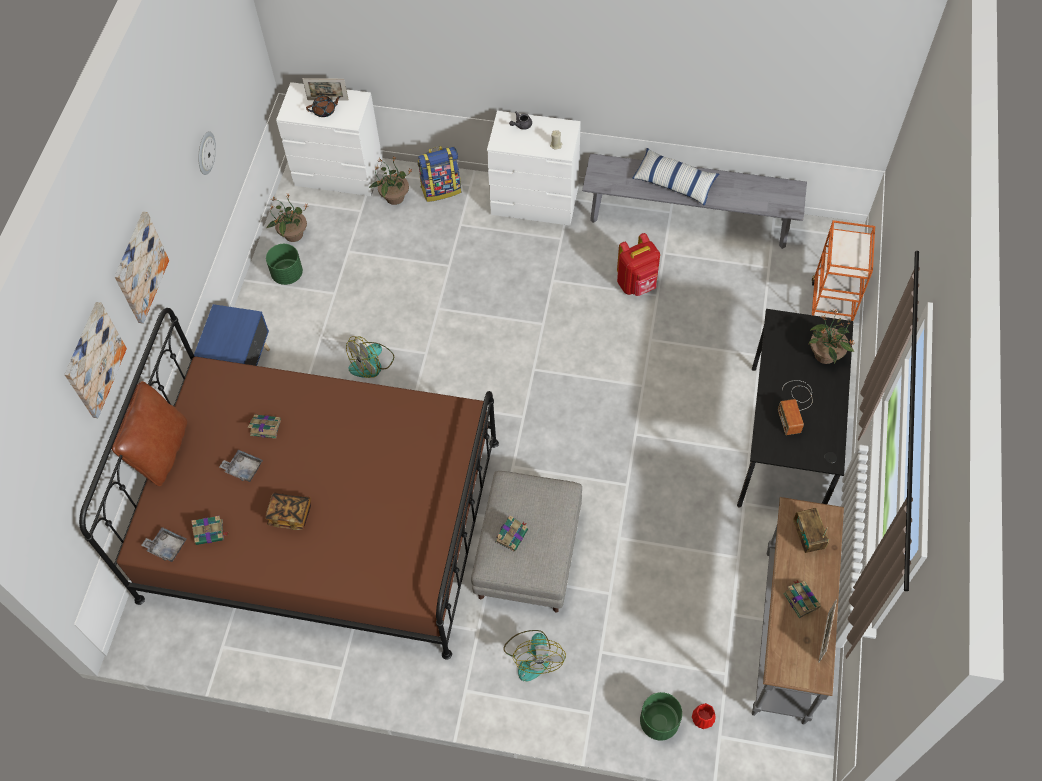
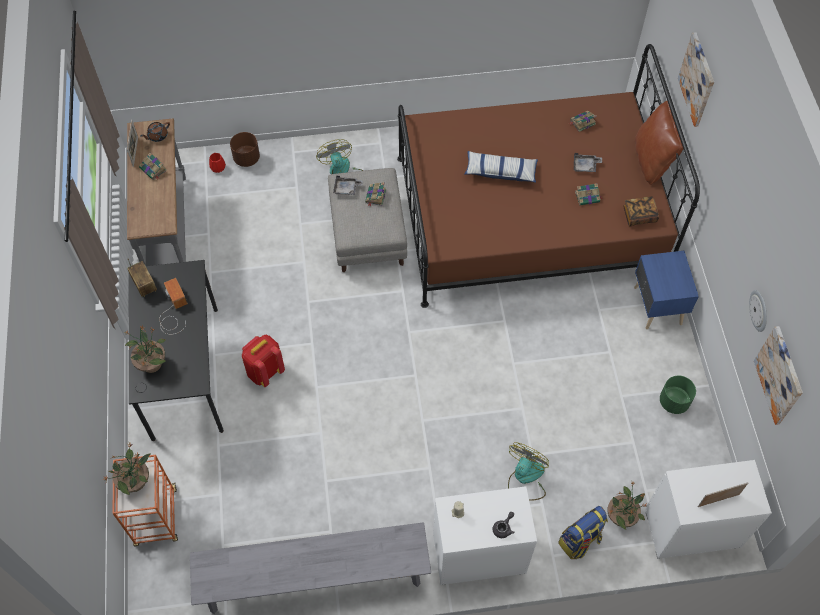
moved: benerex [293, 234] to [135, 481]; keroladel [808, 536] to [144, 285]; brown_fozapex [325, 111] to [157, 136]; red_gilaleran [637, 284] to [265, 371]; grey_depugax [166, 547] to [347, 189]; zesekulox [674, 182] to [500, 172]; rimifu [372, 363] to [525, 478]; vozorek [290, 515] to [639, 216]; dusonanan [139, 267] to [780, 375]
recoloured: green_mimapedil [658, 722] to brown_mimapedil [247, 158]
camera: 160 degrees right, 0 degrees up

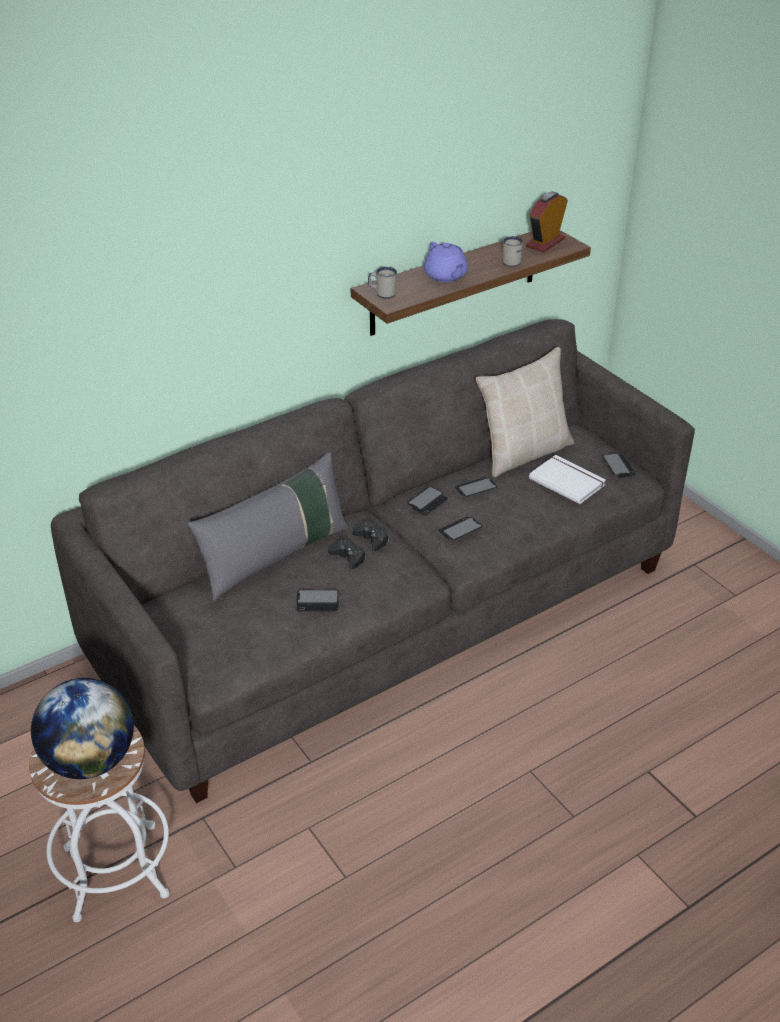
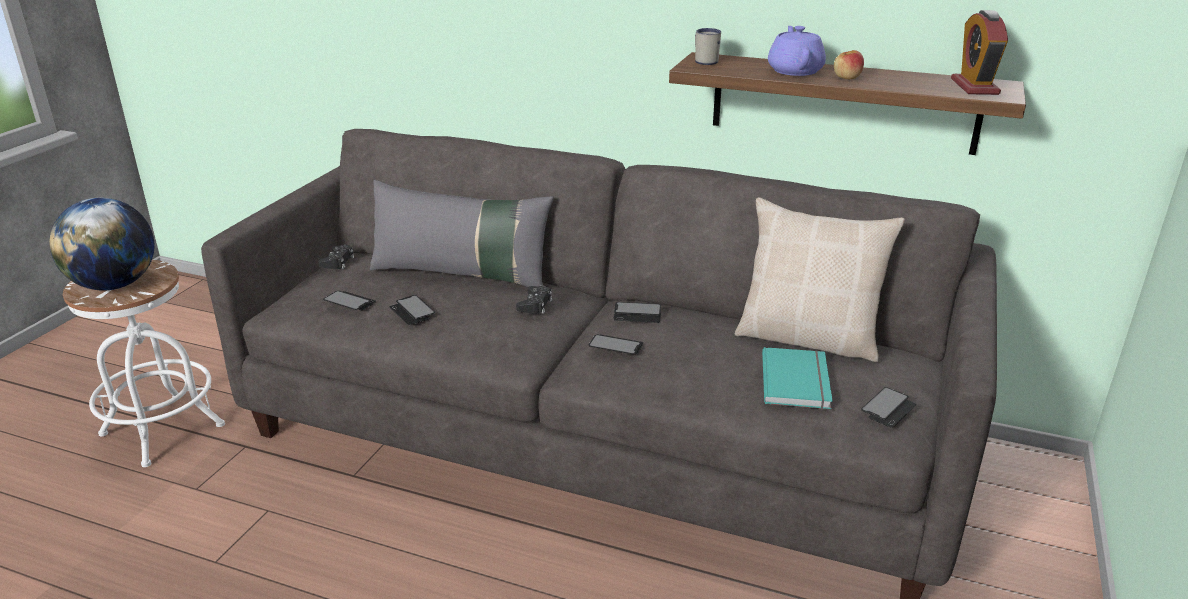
removed: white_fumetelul [511, 261]
added: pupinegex [847, 78]
moved: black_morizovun [348, 557] to [337, 261]; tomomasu [475, 488] to [349, 302]
recoloured: white_vozorek [567, 480] to turquoise_vozorek [798, 381]
turned: purple_fozapex [446, 276] = [794, 71] 150 degrees clockwise; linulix [545, 242] = [974, 86] 90 degrees counterclockwise
camera: 55 degrees right, 10 degrees down

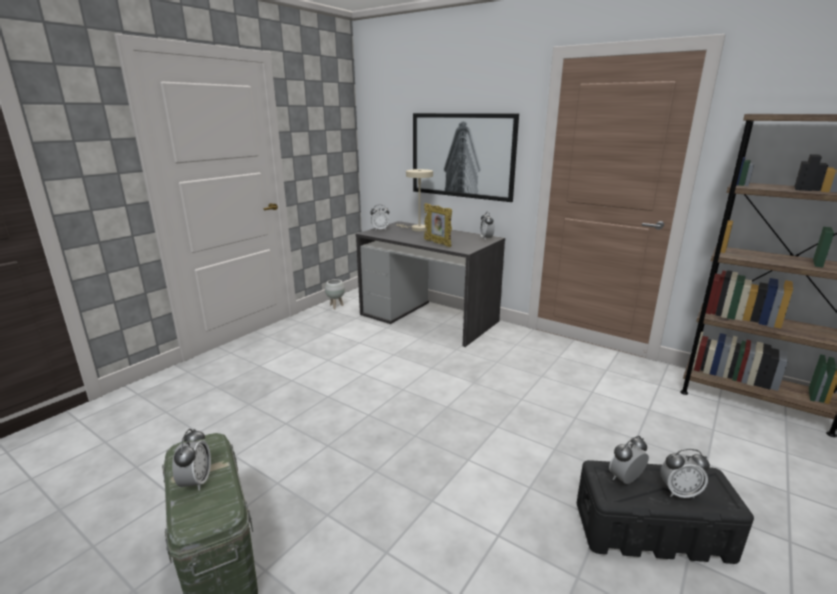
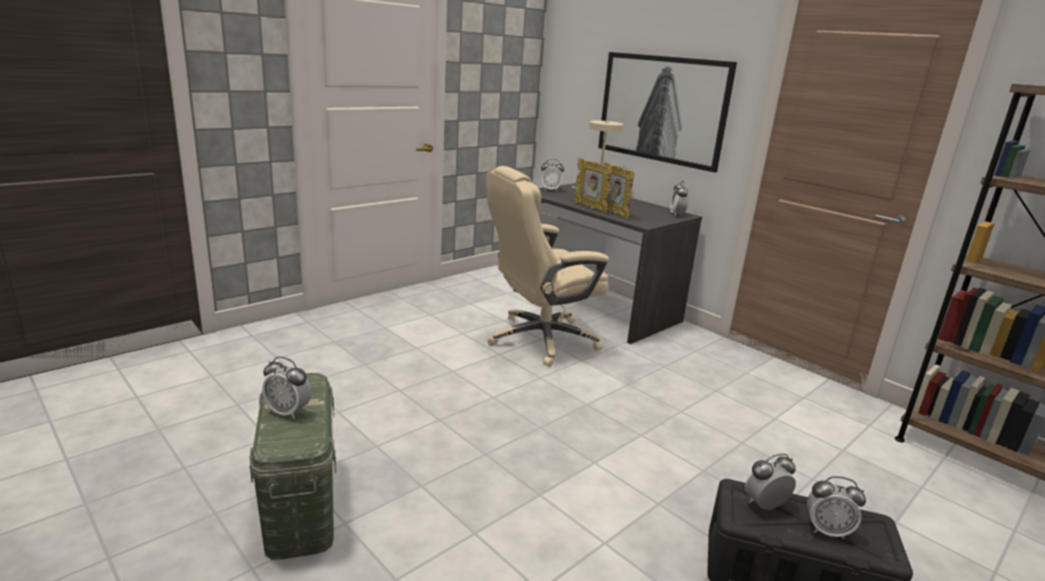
removed: white_mimapedil [336, 306]
added: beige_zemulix [540, 340]; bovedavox [590, 207]
turned: linulix [196, 482] = [288, 412] 105 degrees clockwise
camera: 10 degrees right, 0 degrees up

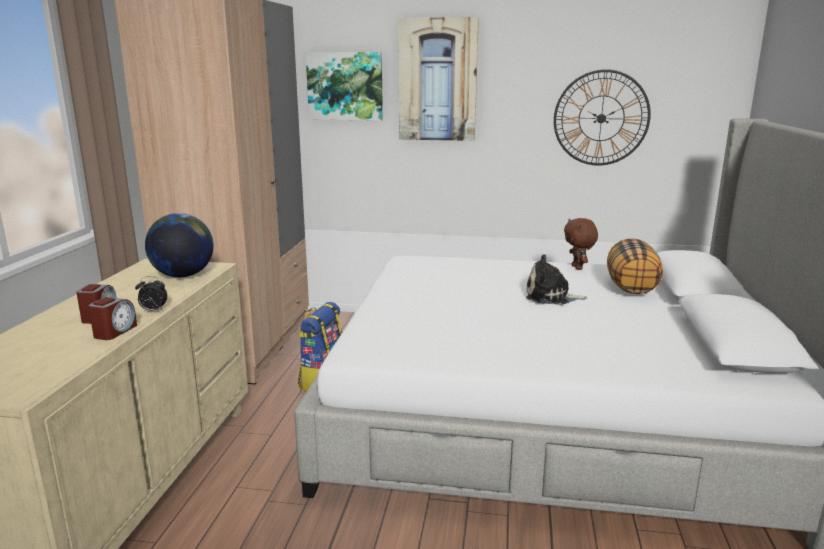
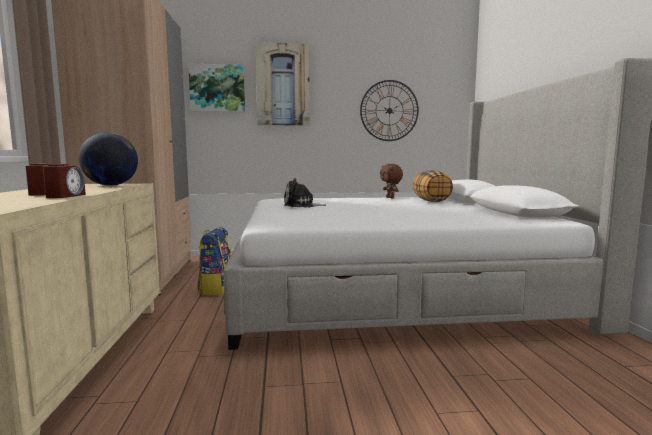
removed: linulix [153, 311]
moved: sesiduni [551, 297] to [301, 206]
camera: 15 degrees left, 10 degrees down

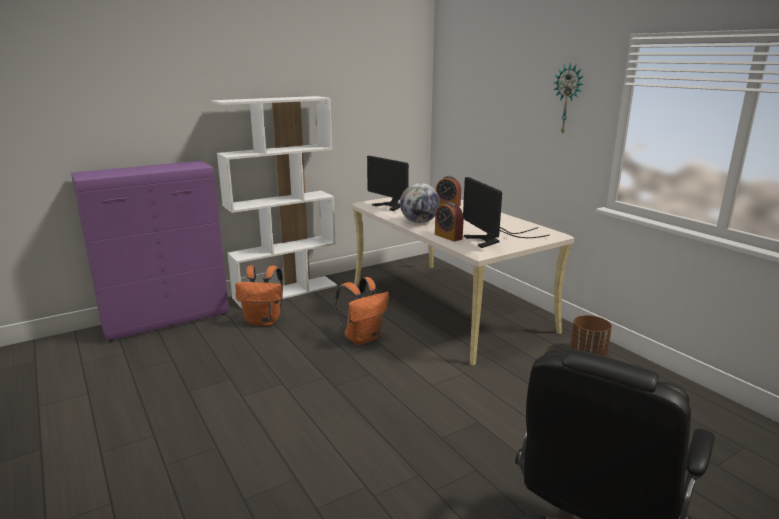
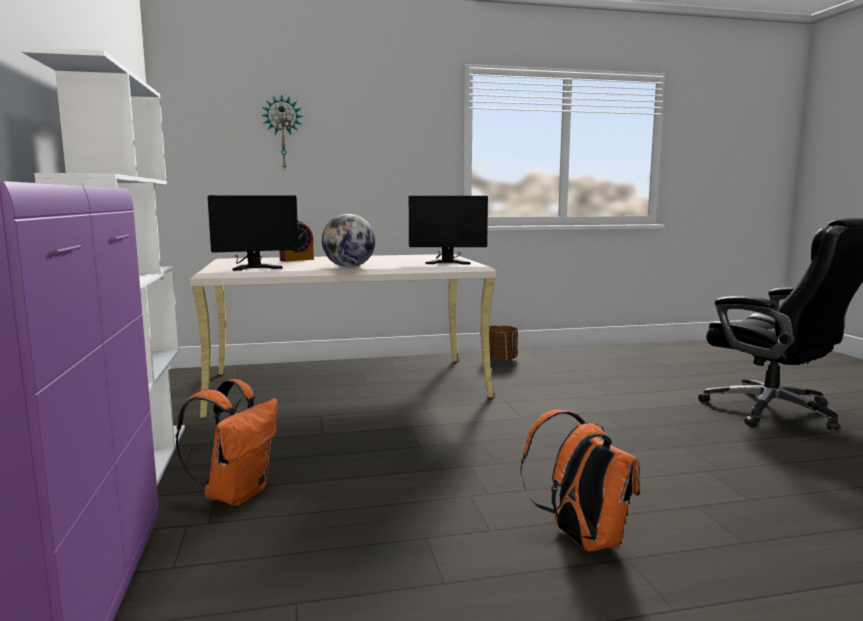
removed: linulix [448, 236]
moved: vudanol [568, 99] to [283, 133]; orange_gilaleran [362, 338] to [581, 539]
camera: 70 degrees left, 10 degrees down

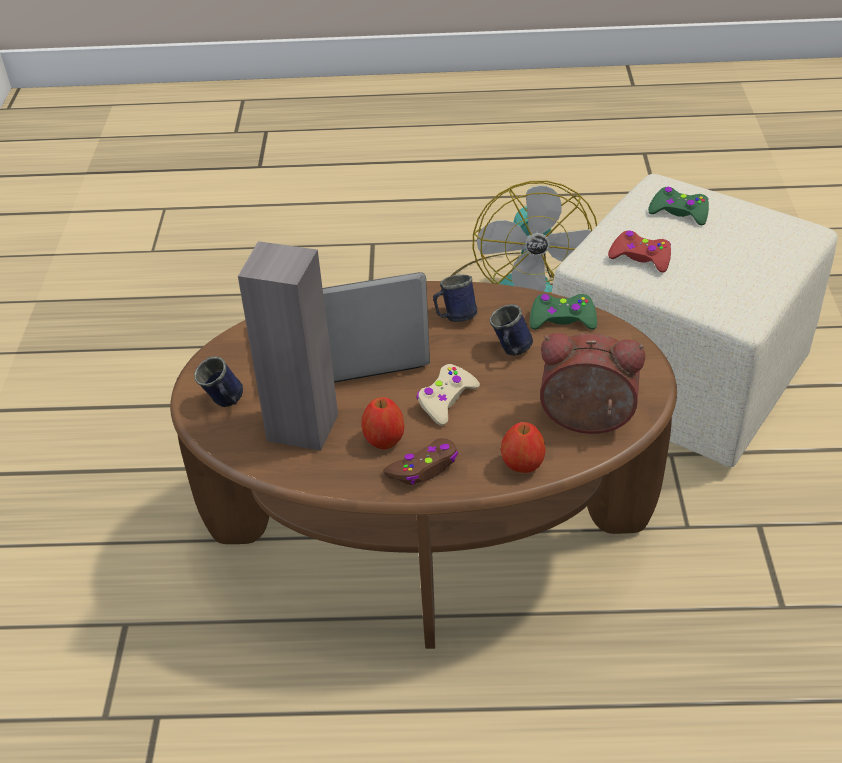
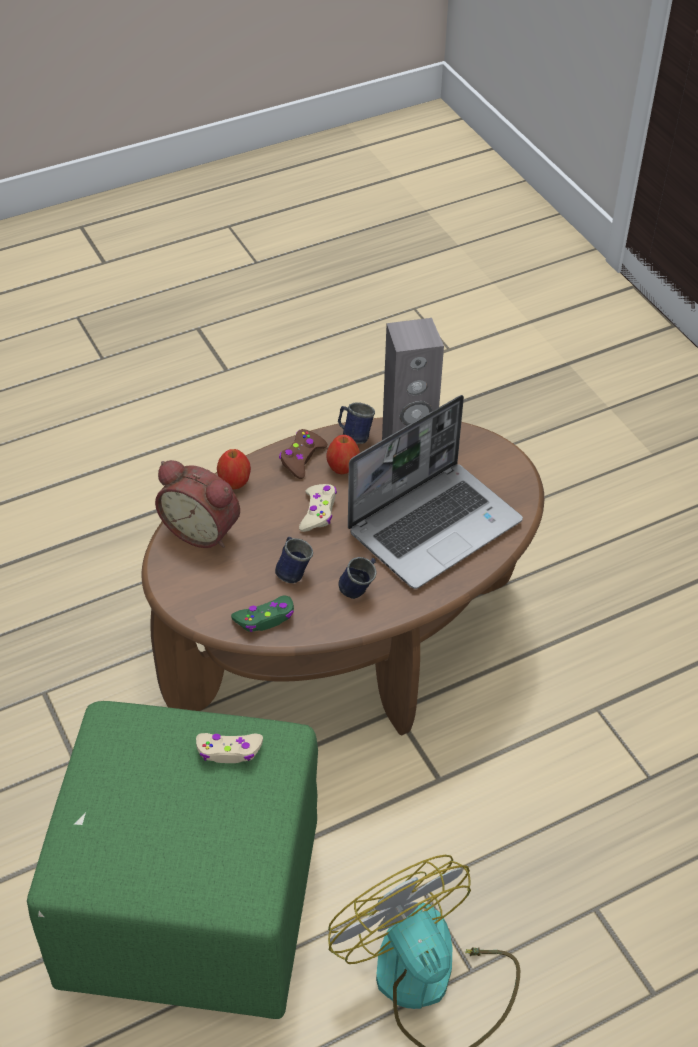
removed: green_morizovun [679, 212]
moved: blue_fumetelul [225, 403] to [354, 435]
recoloured: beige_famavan [681, 381] to green_famavan [187, 907]; red_morizovun [640, 257] to beige_morizovun [229, 751]
turned: linulix [586, 422] = [203, 529] 45 degrees clockwise
camera: 150 degrees right, 5 degrees up

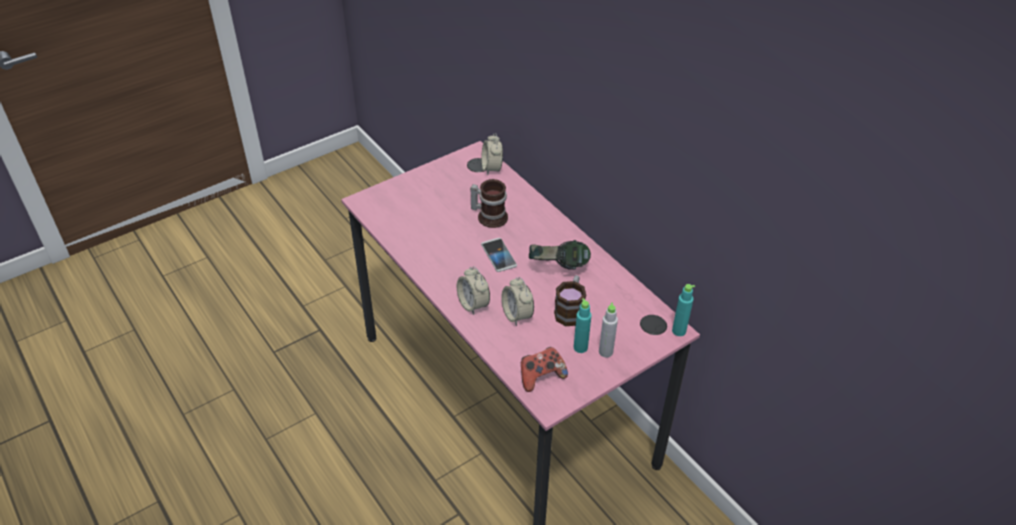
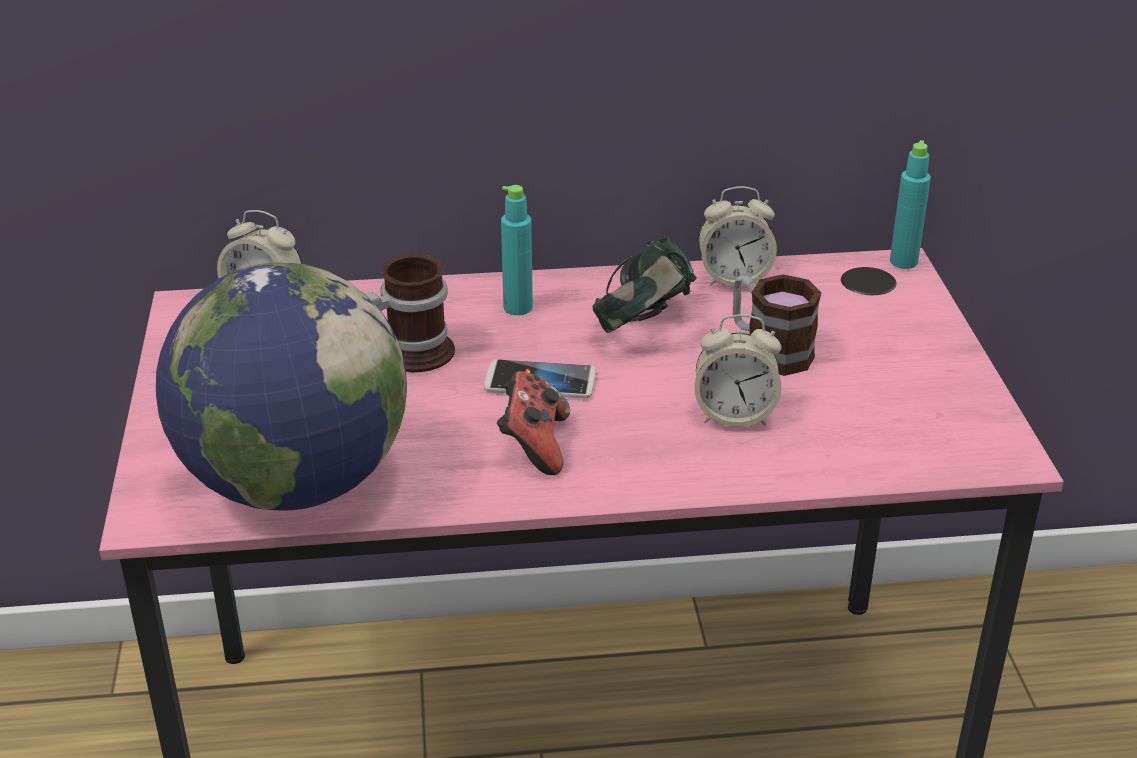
removed: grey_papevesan [605, 352]
added: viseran [294, 483]
moved: morizovun [541, 377] to [534, 445]; turquoise_papevesan [580, 347] to [518, 307]; linulix [473, 304] to [734, 278]
camera: 60 degrees left, 10 degrees down

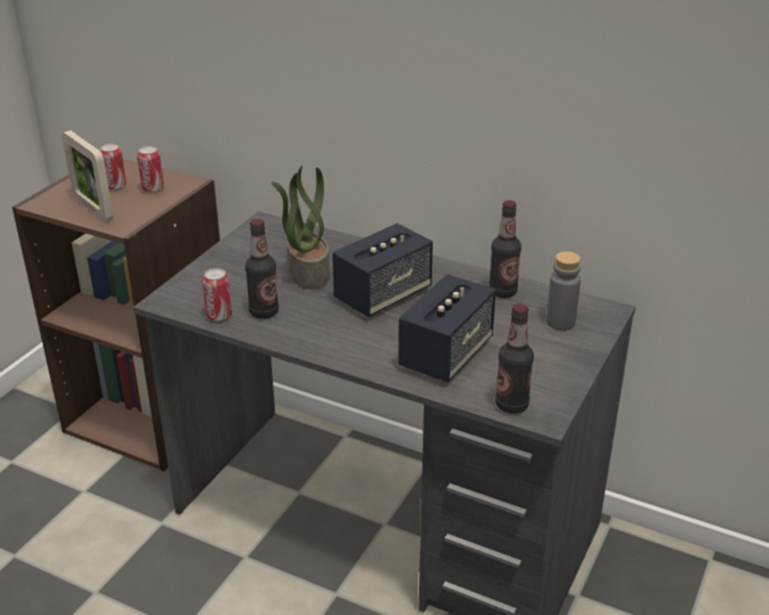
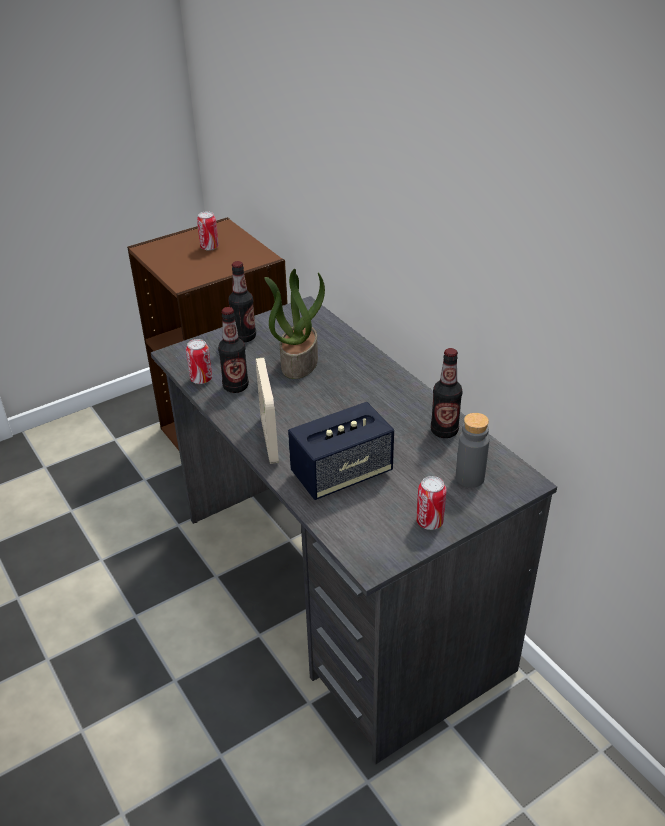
removed: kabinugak [383, 296]
moved: papevesan [511, 405] to [244, 337]; bovedavox [93, 209] to [269, 441]; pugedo [153, 188] to [429, 522]
camera: 30 degrees right, 5 degrees up

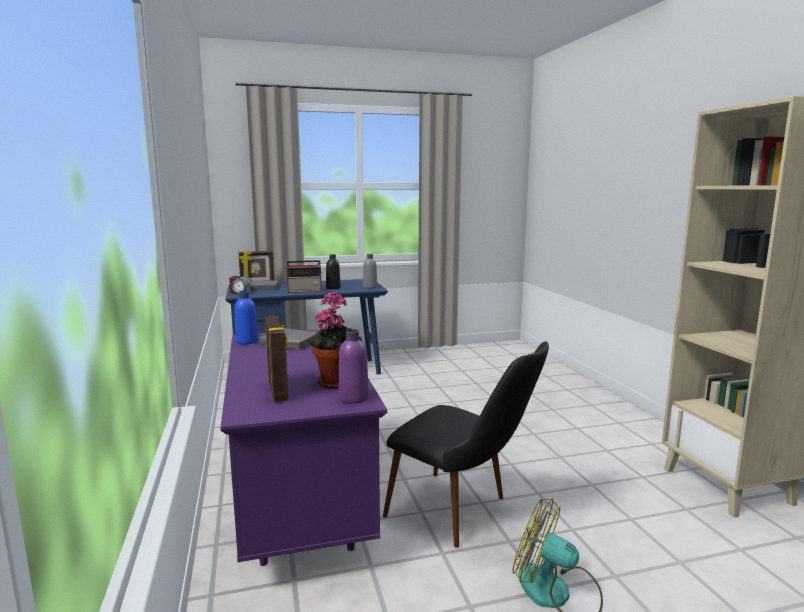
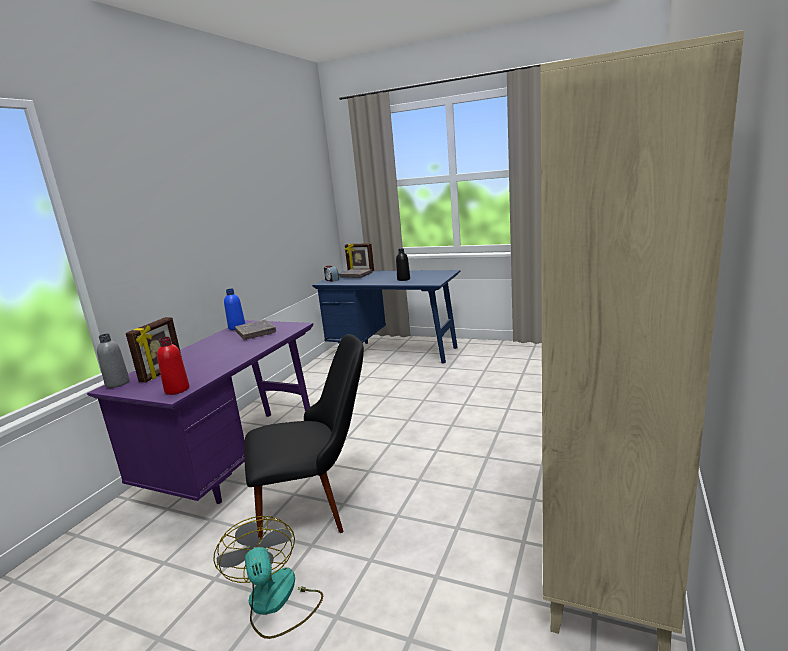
removed: keroladel [305, 291]; benerex [335, 381]
moved: grey_papevesan [370, 287] to [117, 383]
recoloured: purple_papevesan [353, 398] to red_papevesan [177, 390]
turned: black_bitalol [463, 514] = [316, 508] 90 degrees counterclockwise
camera: 40 degrees right, 5 degrees up

